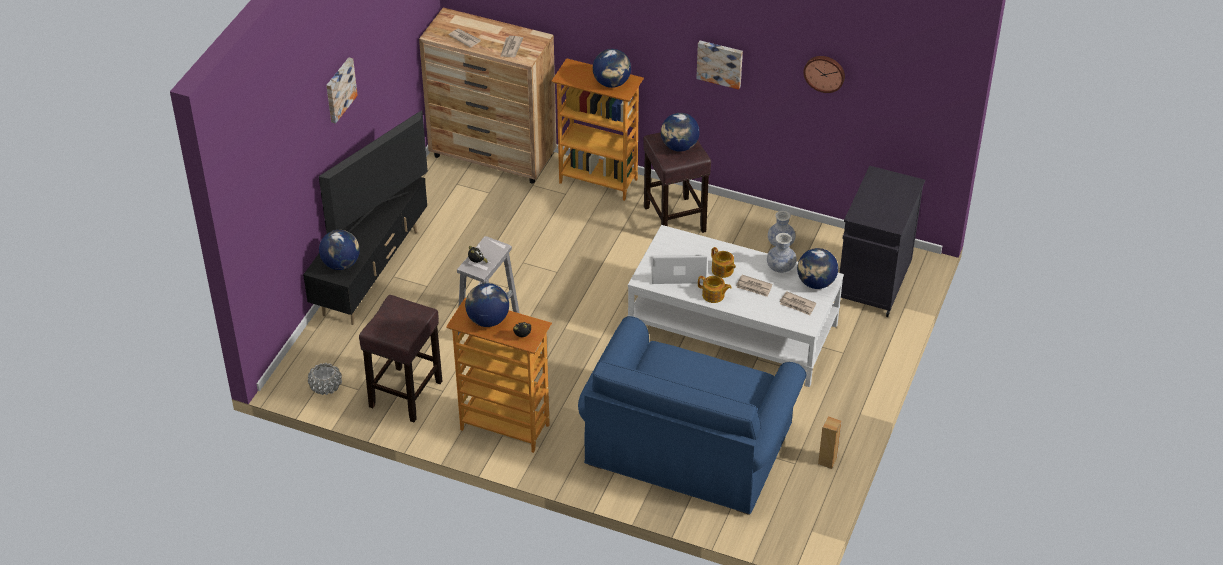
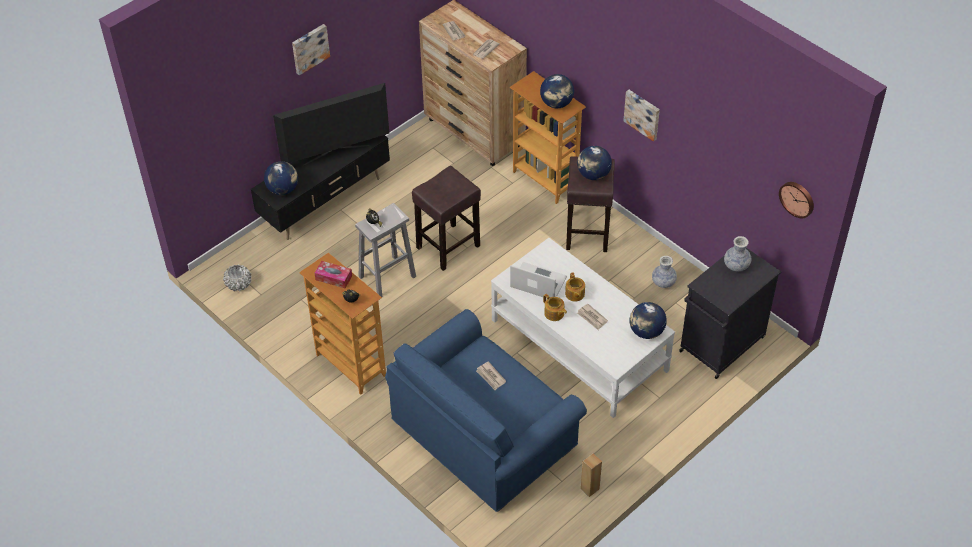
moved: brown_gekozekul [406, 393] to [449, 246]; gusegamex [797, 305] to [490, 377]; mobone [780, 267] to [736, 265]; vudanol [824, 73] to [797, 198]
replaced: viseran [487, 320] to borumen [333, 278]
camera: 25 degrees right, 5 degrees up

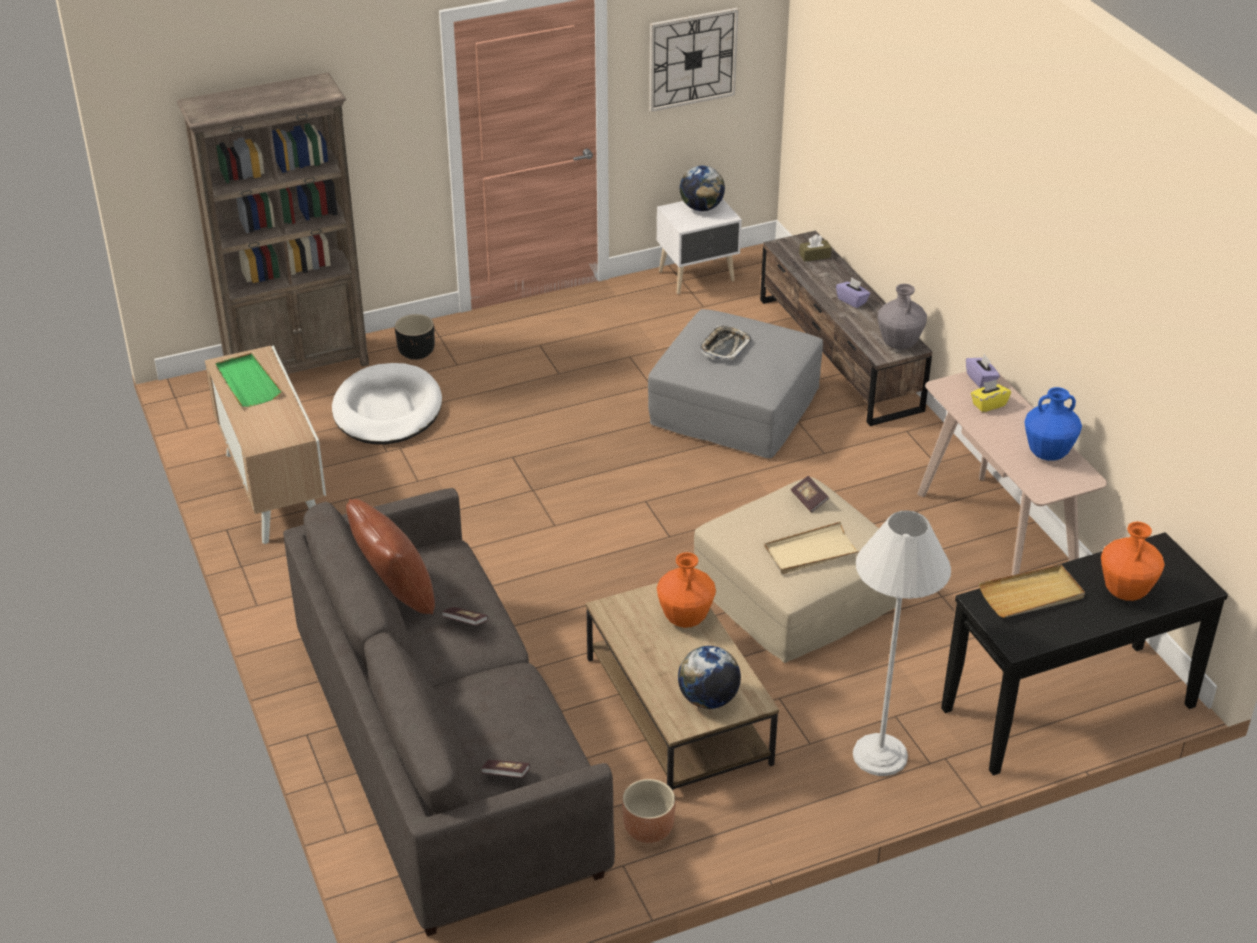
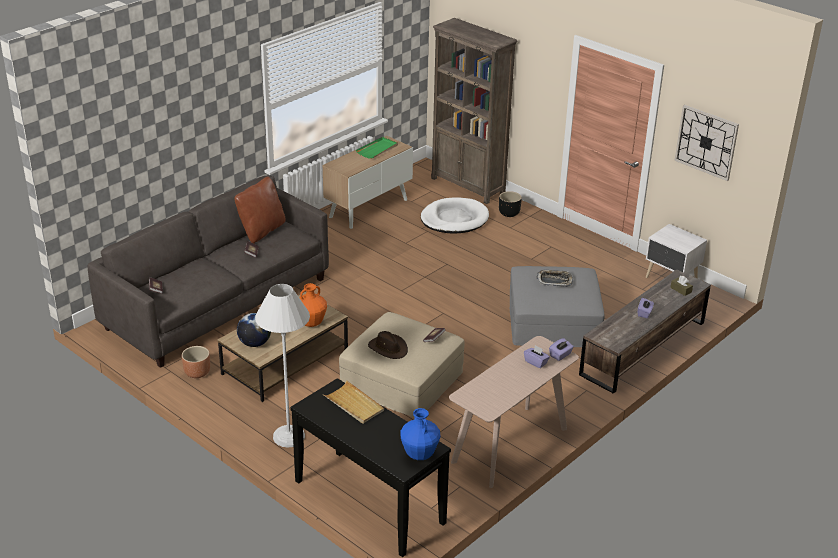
removed: viseran [701, 208]; grey_mobone [899, 344]; orange_mobone [1125, 592]
moved: blue_mobone [1048, 454] to [420, 455]
replaced: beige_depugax [811, 552] to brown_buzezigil [388, 348]
recoloured: yellow_borumen [988, 404] to purple_borumen [536, 362]
camera: 65 degrees right, 5 degrees down

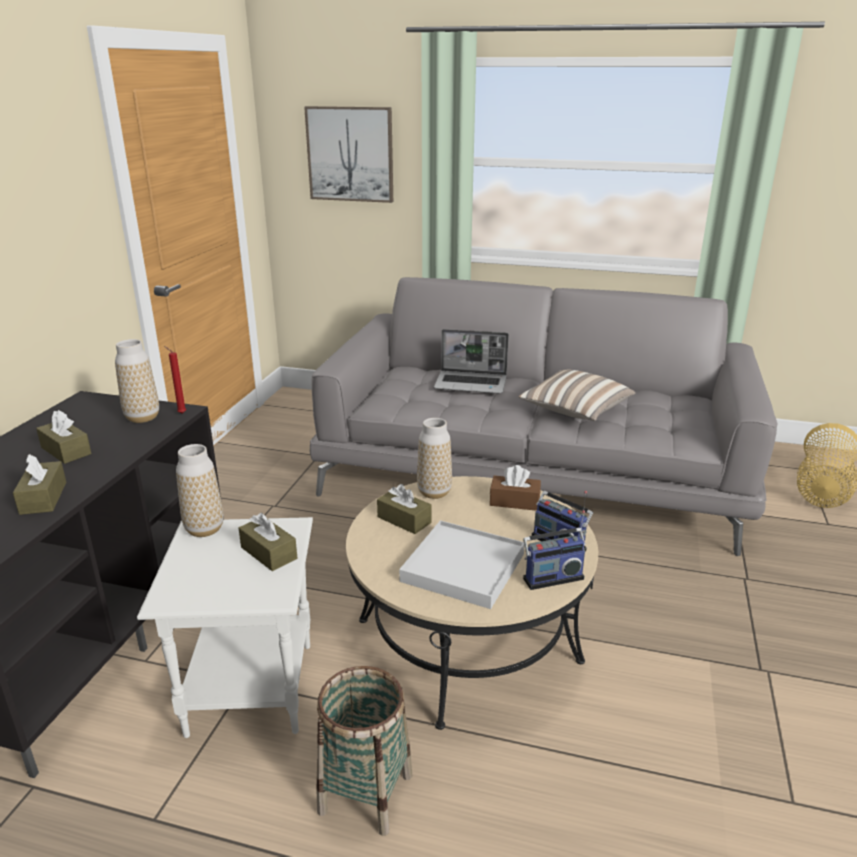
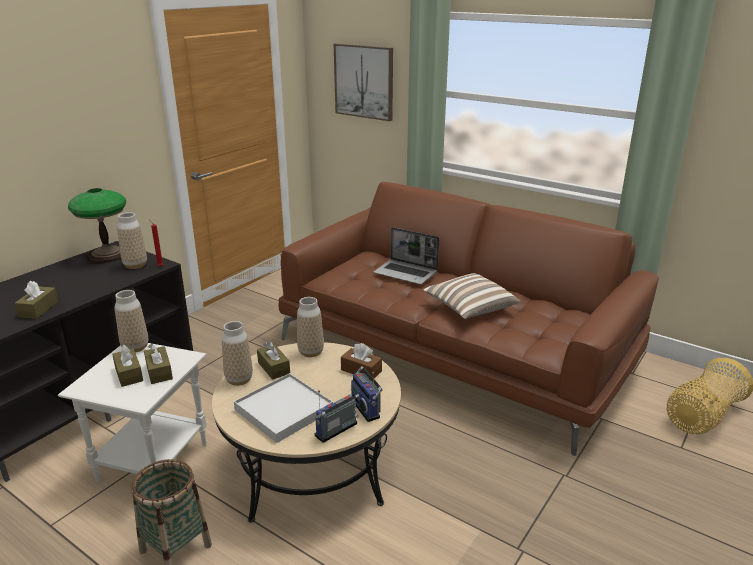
added: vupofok [108, 255]; mobone [239, 380]
moved: brown_borumen [66, 451] to [129, 374]
recoloured: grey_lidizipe [534, 471] to brown_lidizipe [455, 351]
turned: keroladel [551, 577] = [338, 431] 135 degrees clockwise
camera: 20 degrees right, 0 degrees up

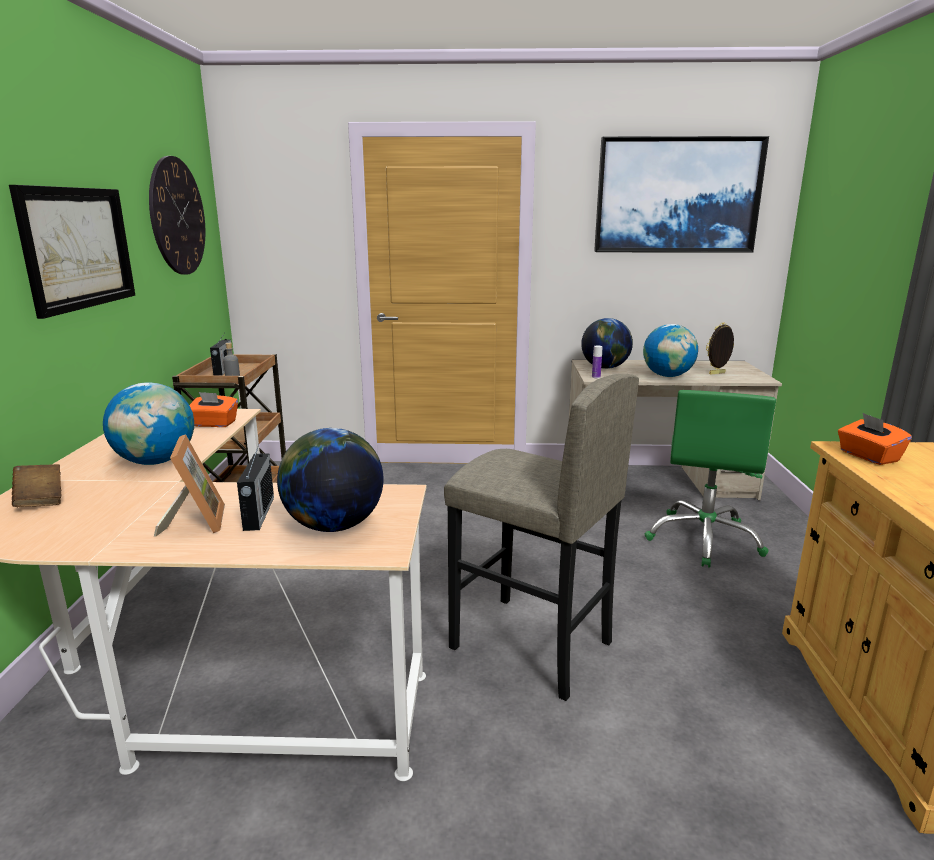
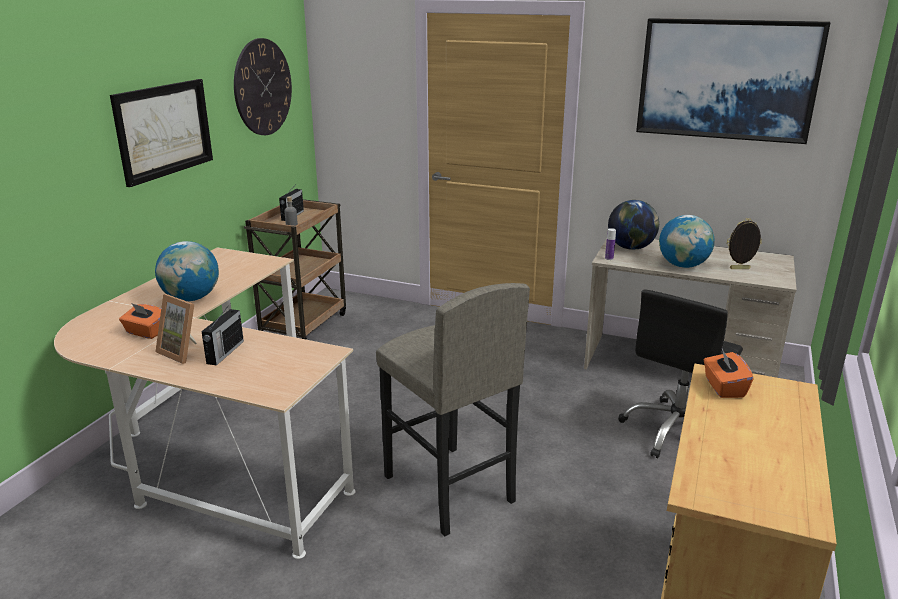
removed: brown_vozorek [40, 499]; viseran [333, 525]
moved: orange_borumen [214, 424] to [146, 332]
recoloured: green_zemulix [704, 539] to black_zemulix [676, 431]
turned: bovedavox [195, 522] = [183, 352] 120 degrees clockwise
camera: 20 degrees right, 5 degrees up

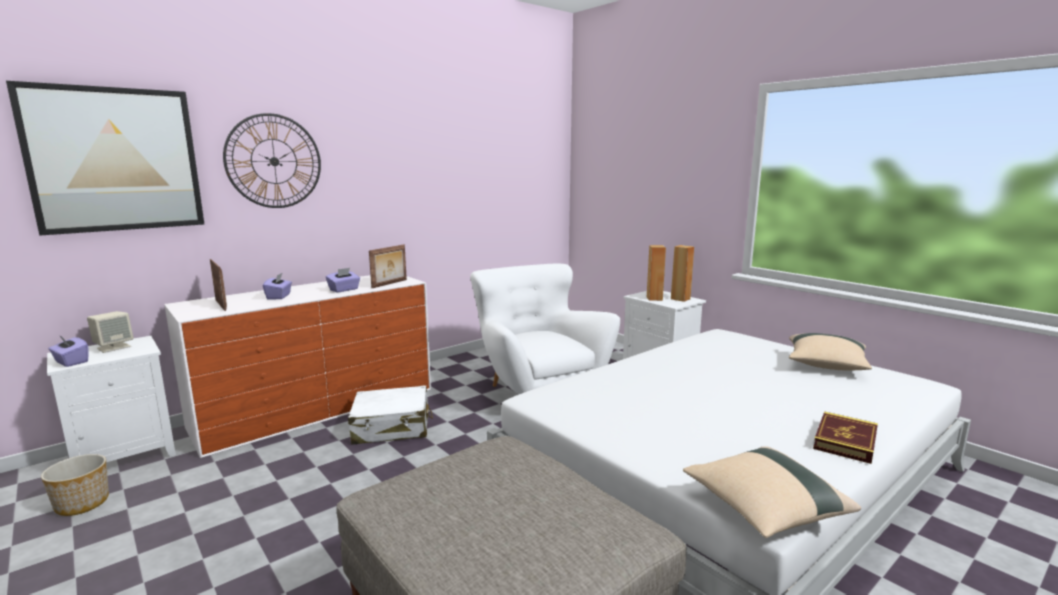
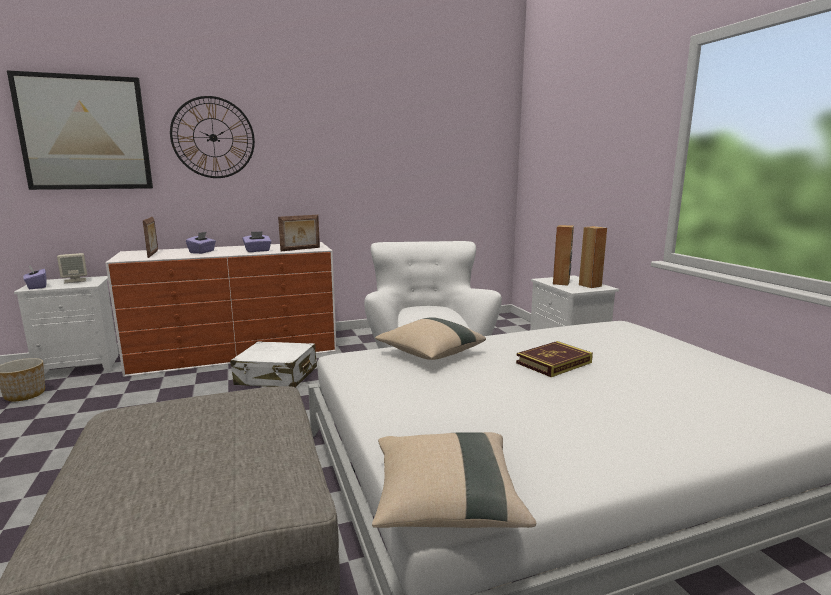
moved: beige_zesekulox [825, 366] to [430, 354]; vozorek [845, 441] to [554, 363]
camera: 20 degrees right, 0 degrees up

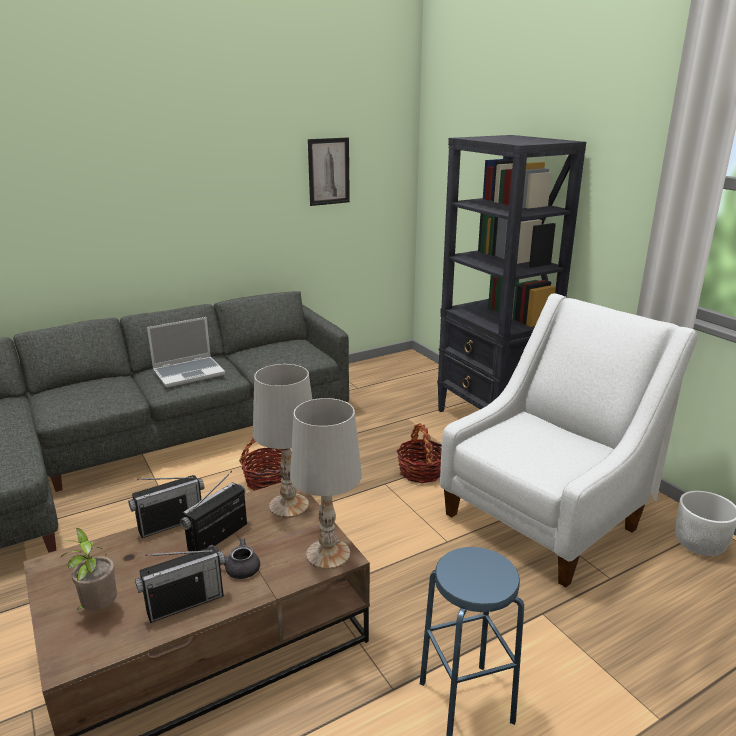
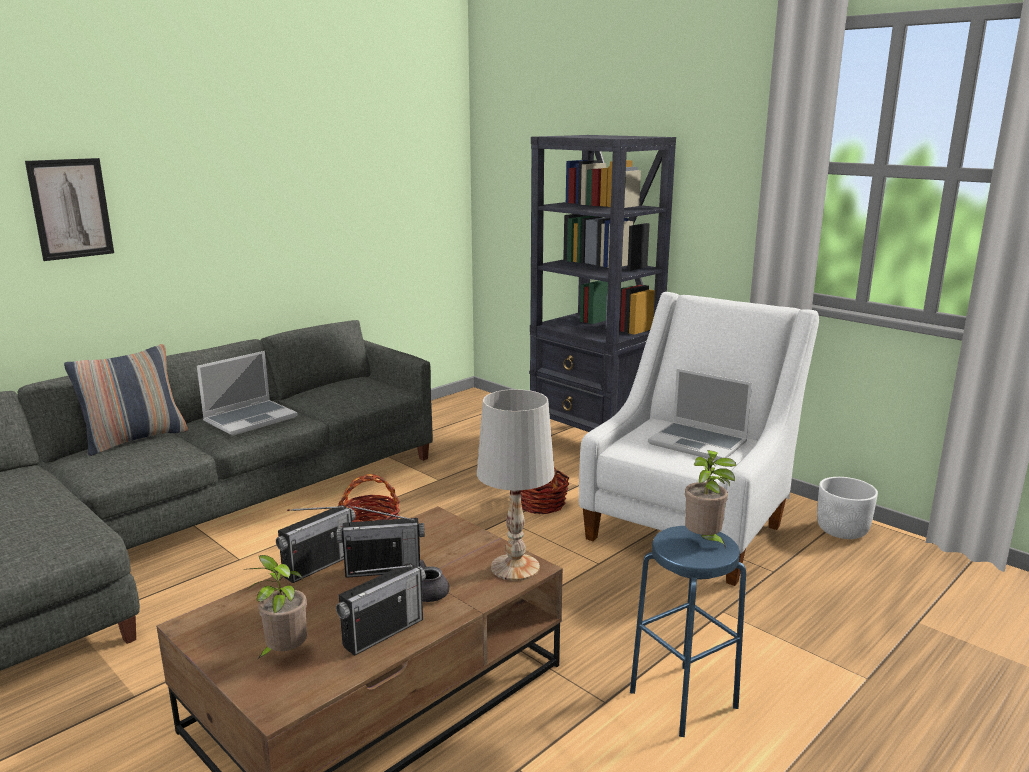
removed: white_vupofok [288, 505]
added: zesekulox [135, 439]; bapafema [699, 443]; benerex [704, 541]
moved: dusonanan [328, 171] to [71, 209]
turned: keroladel [218, 537] = [383, 570] 120 degrees counterclockwise
camera: 15 degrees left, 5 degrees down

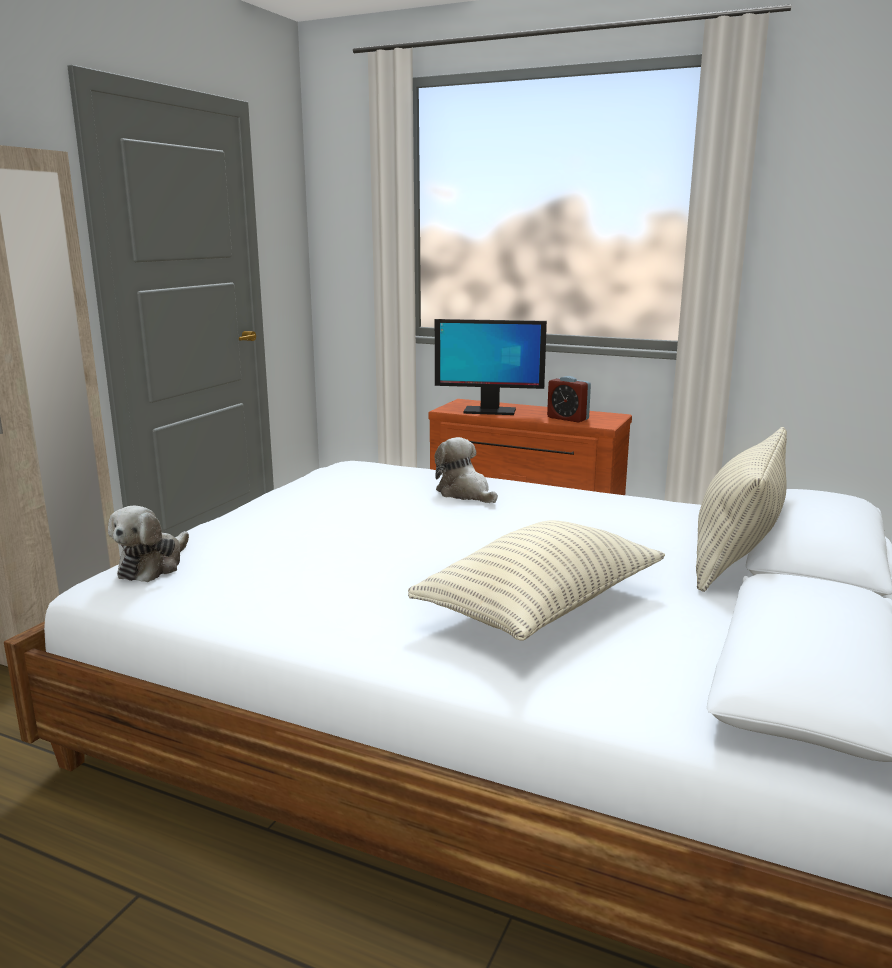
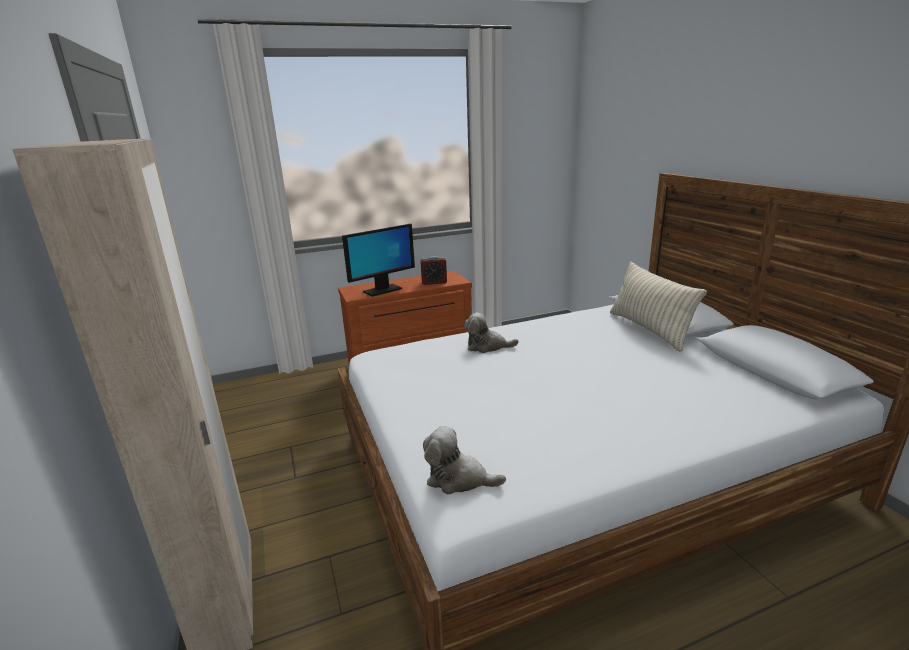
removed: zesekulox [541, 607]
turned: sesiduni [153, 566] = [459, 479] 135 degrees clockwise
camera: 45 degrees left, 5 degrees up

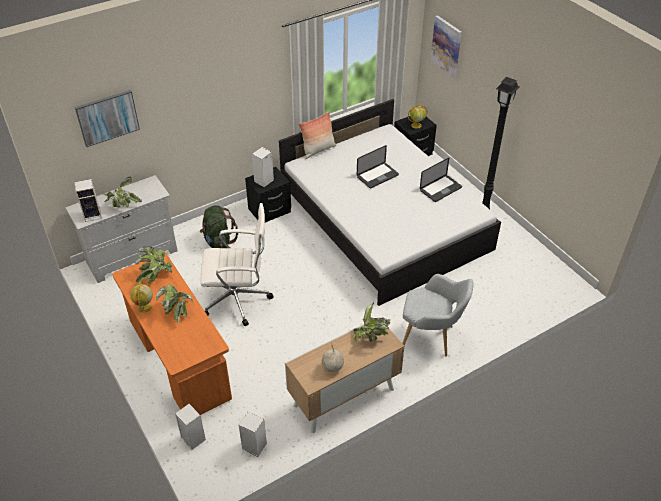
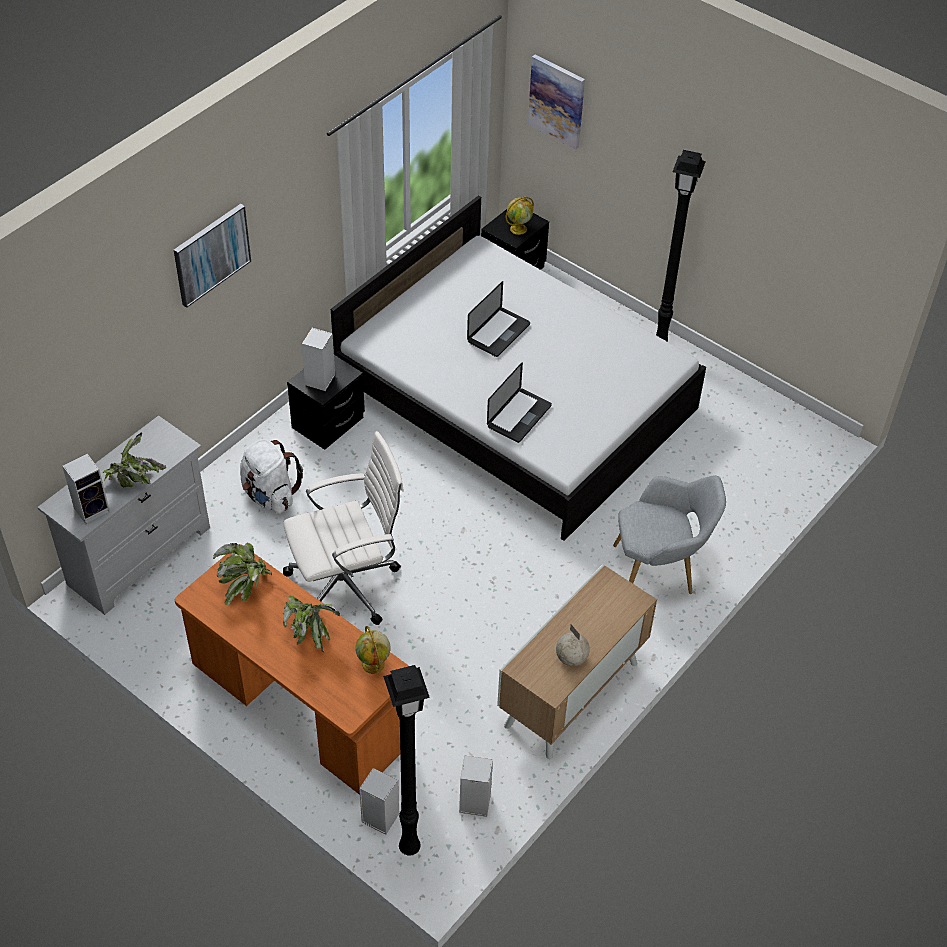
removed: zesekulox [318, 150]; benerex [371, 336]
added: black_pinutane [408, 849]
moved: dusonanan [107, 117] to [211, 254]; viseran [144, 307] to [373, 665]; bapafema [440, 189] to [519, 416]
recoloured: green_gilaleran [218, 241] to white_gilaleran [270, 495]
camera: 20 degrees left, 5 degrees up

